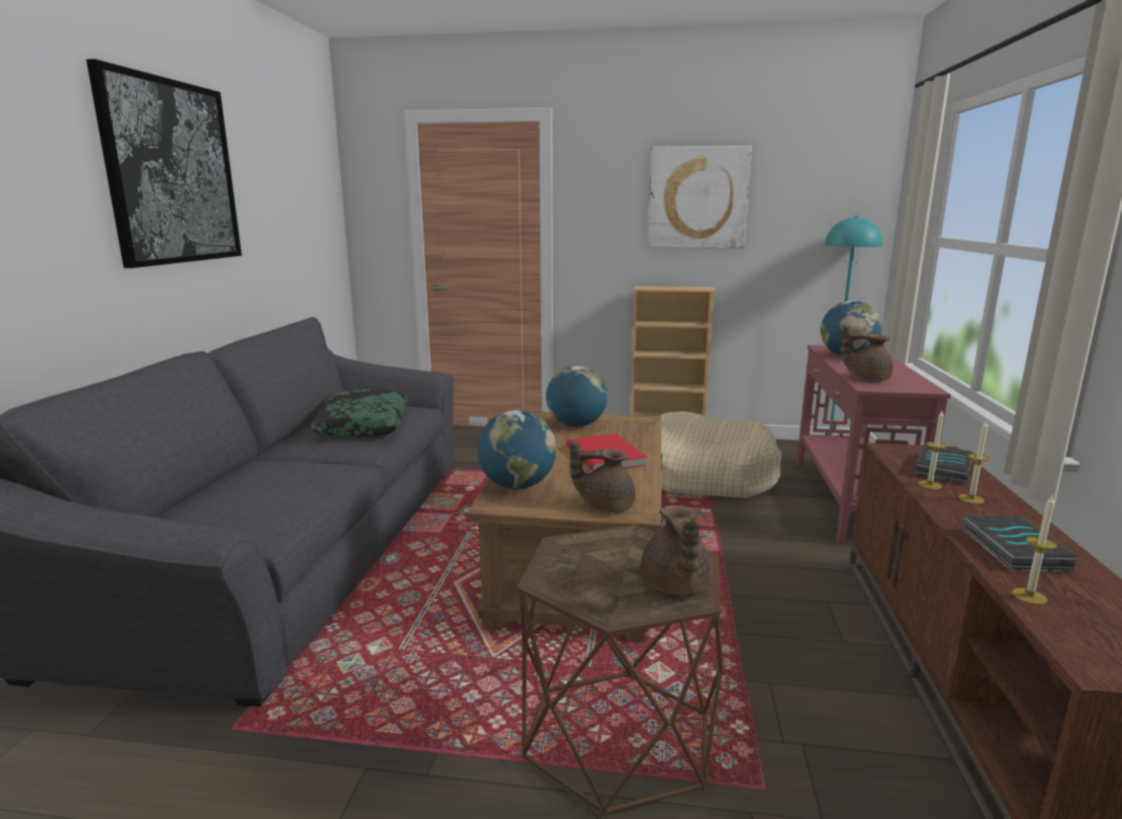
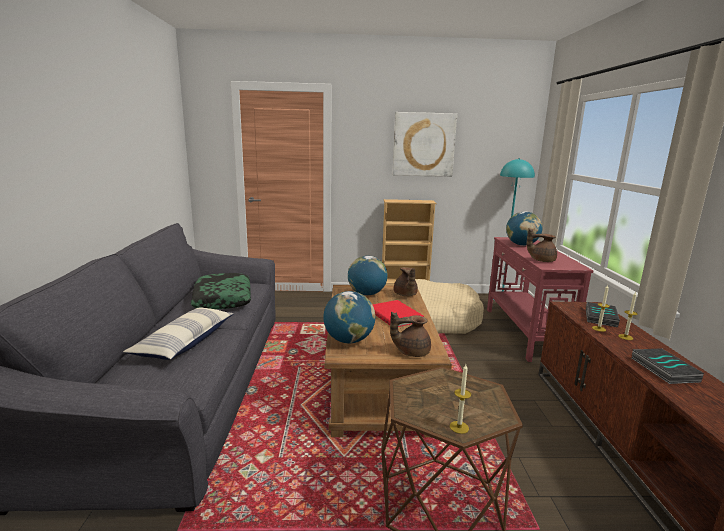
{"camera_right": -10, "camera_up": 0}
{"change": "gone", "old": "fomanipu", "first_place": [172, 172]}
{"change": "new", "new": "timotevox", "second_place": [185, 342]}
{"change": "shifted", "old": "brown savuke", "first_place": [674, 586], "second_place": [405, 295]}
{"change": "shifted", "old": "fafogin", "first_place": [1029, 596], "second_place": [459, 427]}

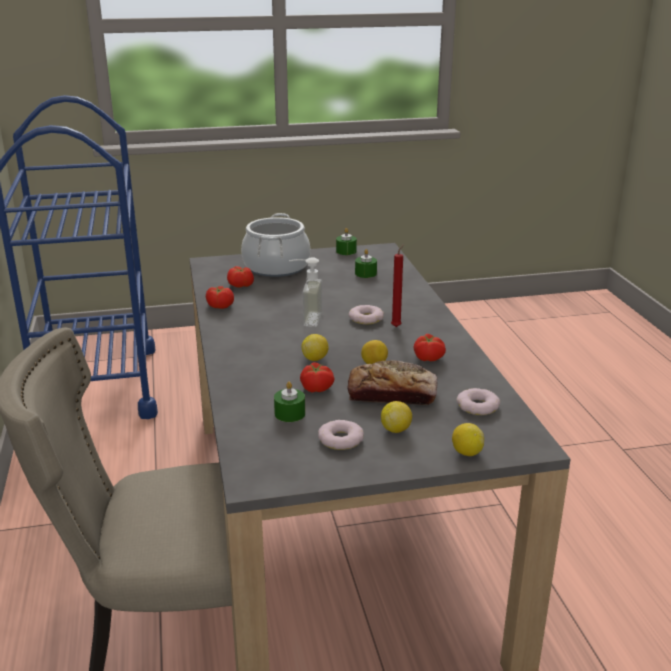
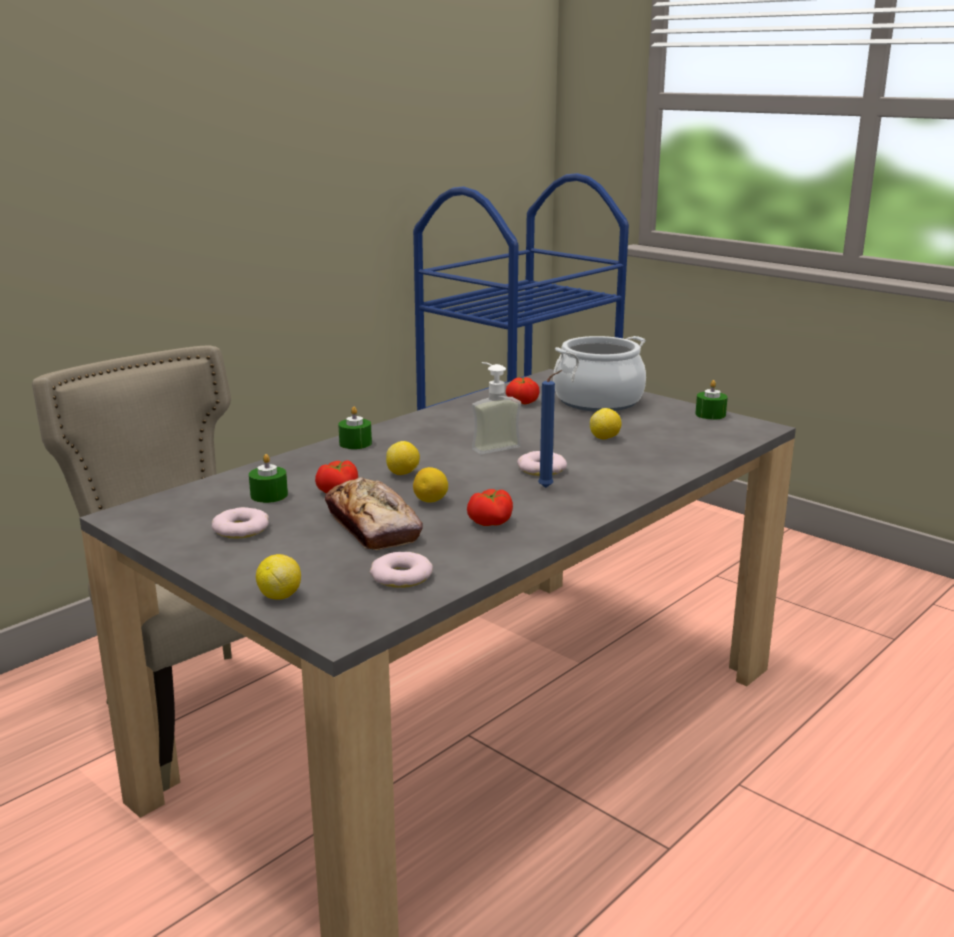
{"camera_right": 55, "camera_up": -5}
{"change": "gone", "old": "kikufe", "first_place": [220, 306]}
{"change": "shifted", "old": "green fafogin", "first_place": [365, 273], "second_place": [355, 443]}
{"change": "shifted", "old": "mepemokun", "first_place": [396, 429], "second_place": [605, 438]}
{"change": "repainted", "old": "red fafogin", "new": "blue fafogin", "first_place": [397, 326], "second_place": [548, 487]}

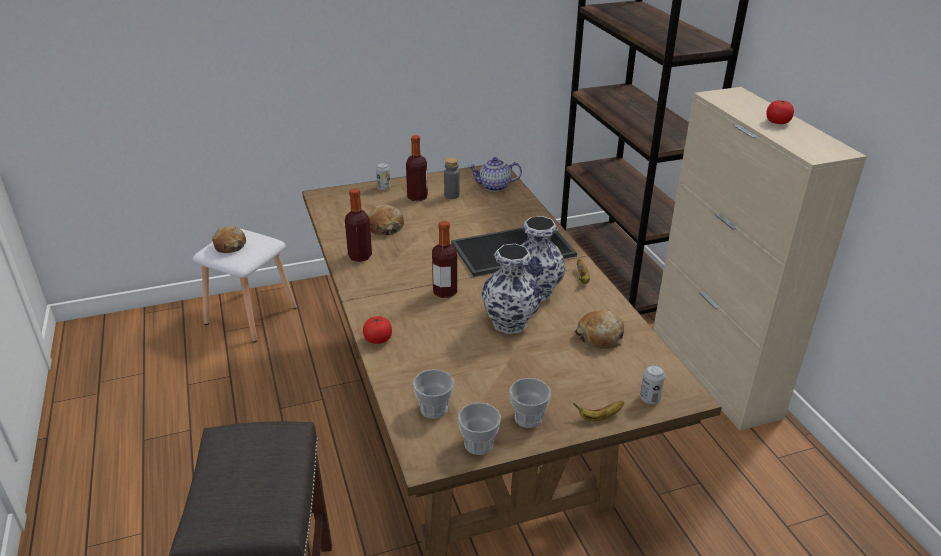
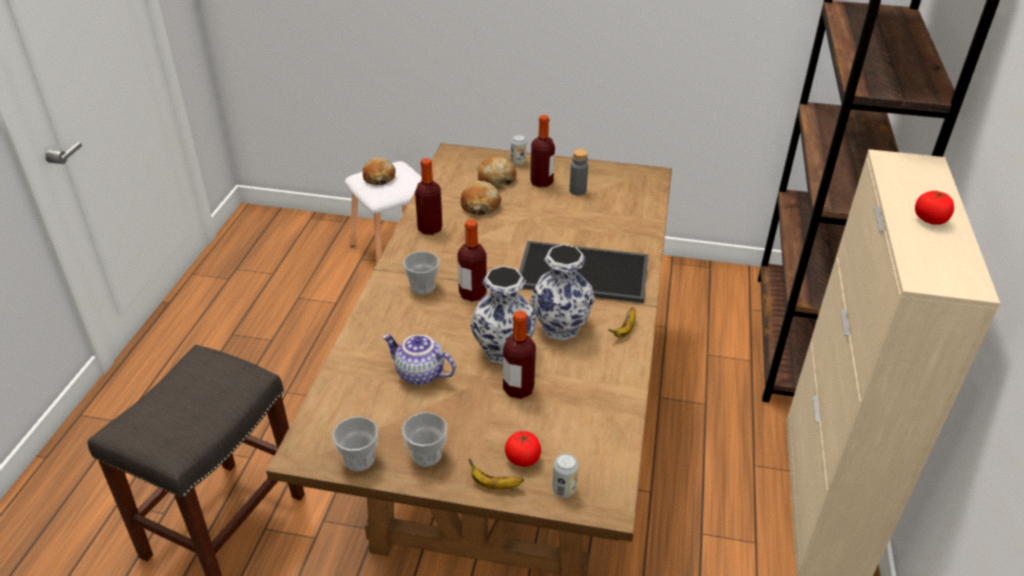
{"camera_right": 30, "camera_up": 5}
{"change": "new", "new": "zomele", "second_place": [518, 389]}
{"change": "shifted", "old": "kikufe", "first_place": [378, 339], "second_place": [522, 458]}
{"change": "shifted", "old": "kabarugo", "first_place": [434, 409], "second_place": [422, 287]}
{"change": "shifted", "old": "savuke", "first_place": [494, 187], "second_place": [419, 374]}
{"change": "shifted", "old": "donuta", "first_place": [600, 337], "second_place": [496, 179]}

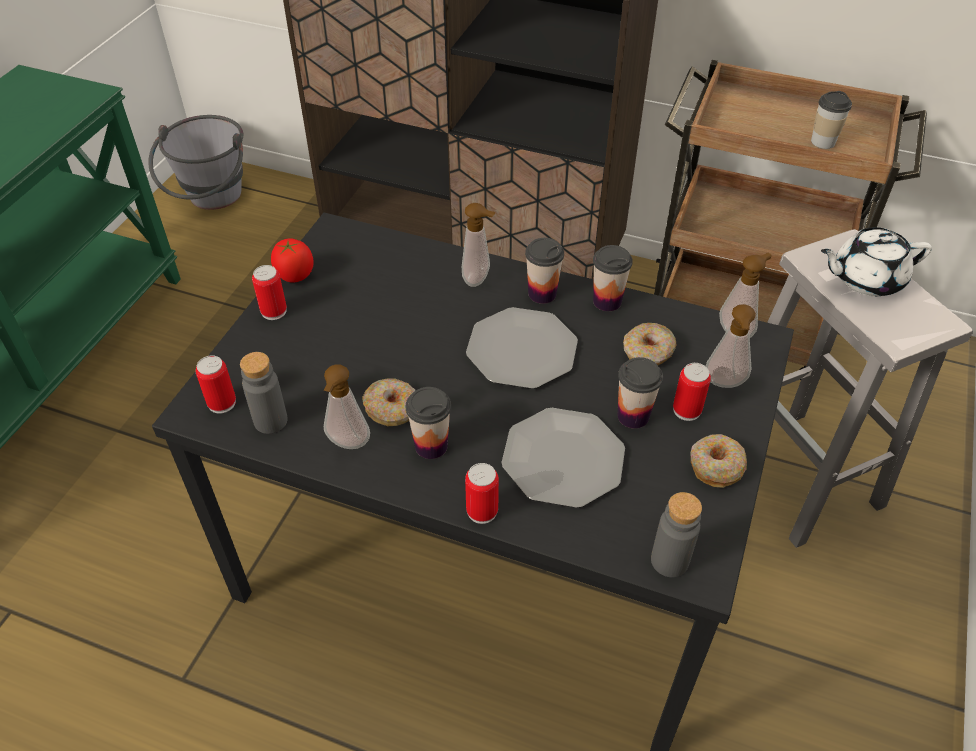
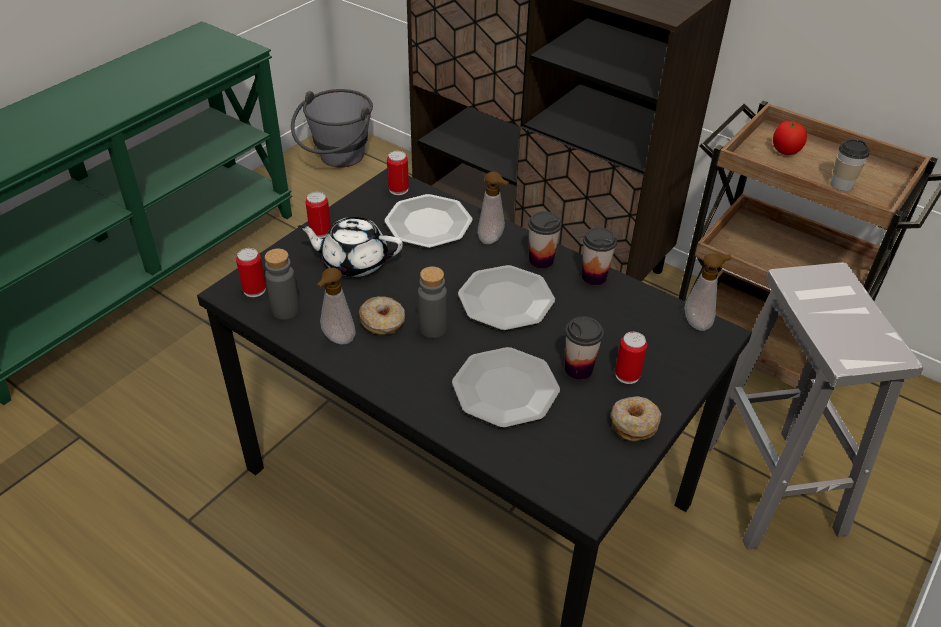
{"camera_right": 15, "camera_up": -5}
{"change": "gone", "old": "kabarugo", "first_place": [431, 446]}
{"change": "gone", "old": "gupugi", "first_place": [648, 352]}
{"change": "gone", "old": "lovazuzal", "first_place": [724, 384]}
{"change": "new", "new": "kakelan", "second_place": [428, 223]}
{"change": "shifted", "old": "kikufe", "first_place": [294, 276], "second_place": [785, 151]}
{"change": "shifted", "old": "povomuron", "first_place": [482, 511], "second_place": [398, 189]}
{"change": "shifted", "old": "grey zomele", "first_place": [669, 561], "second_place": [432, 328]}
{"change": "shifted", "old": "white savuke", "first_place": [865, 279], "second_place": [354, 262]}

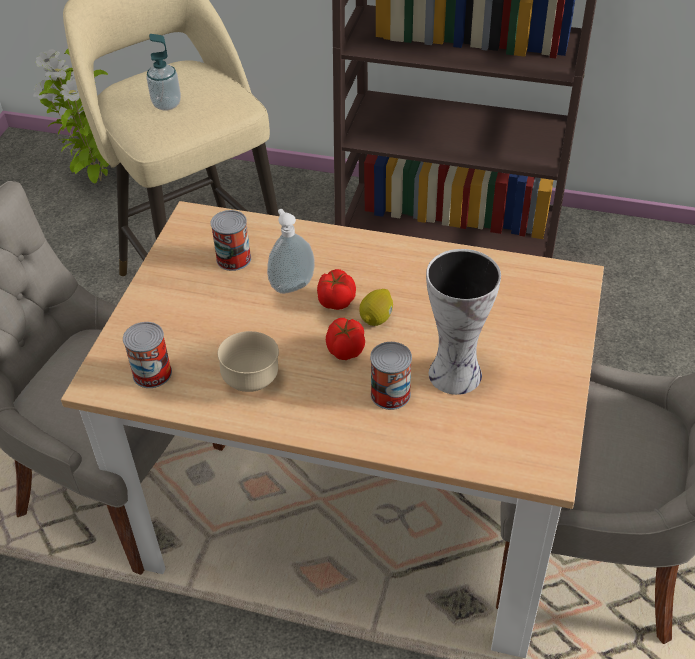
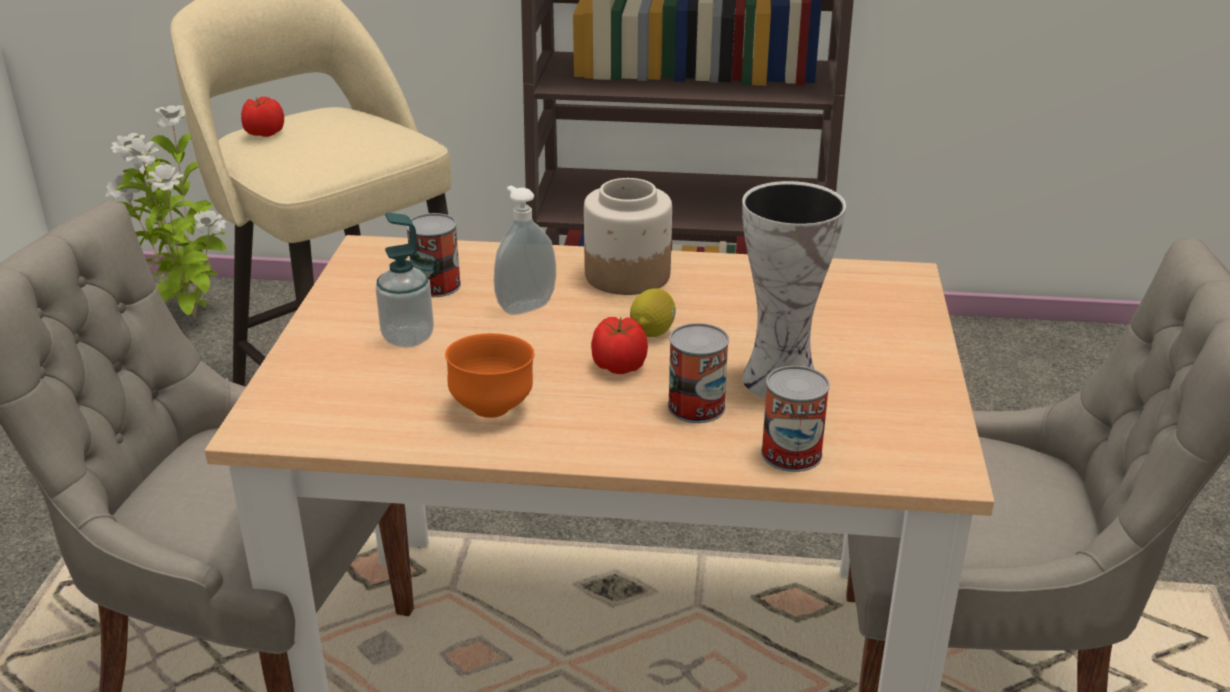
{"camera_right": -10, "camera_up": -15}
{"change": "new", "new": "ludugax", "second_place": [626, 275]}
{"change": "shifted", "old": "povomuron", "first_place": [152, 373], "second_place": [791, 453]}
{"change": "shifted", "old": "lovazuzal", "first_place": [167, 104], "second_place": [408, 338]}
{"change": "shifted", "old": "kikufe", "first_place": [335, 301], "second_place": [263, 133]}
{"change": "repainted", "old": "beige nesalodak", "new": "orange nesalodak", "first_place": [252, 382], "second_place": [493, 408]}

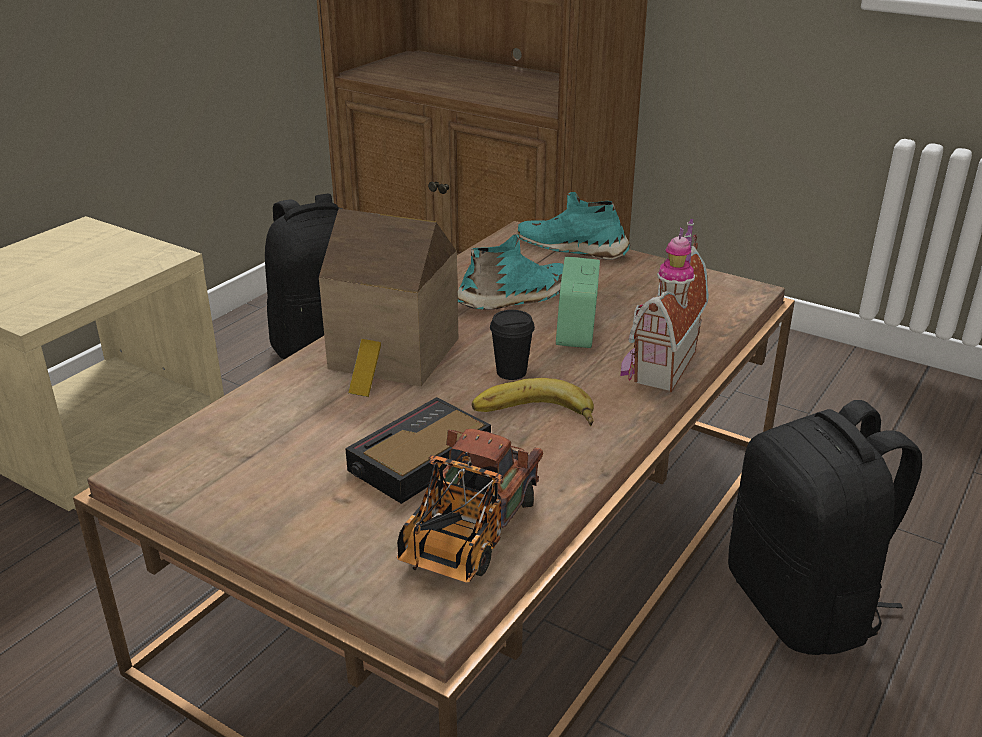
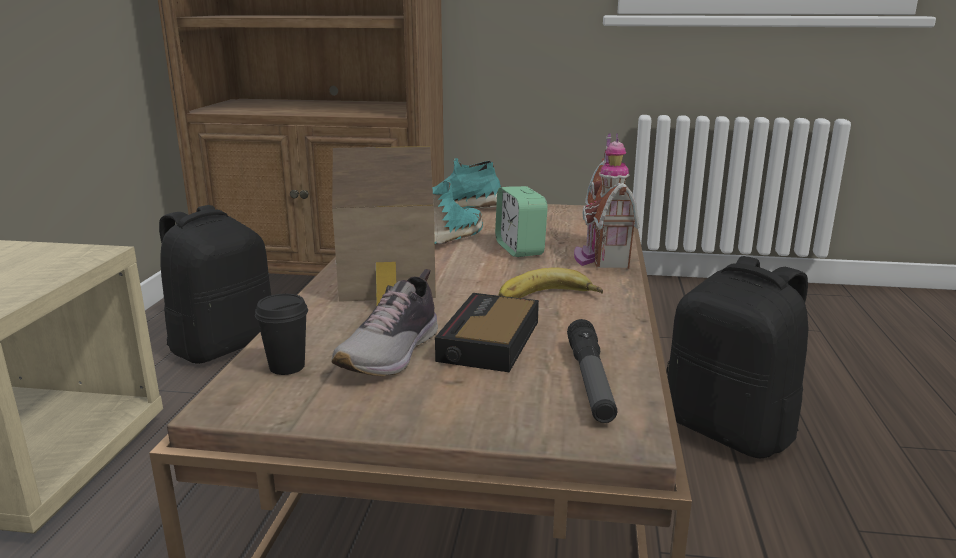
{"camera_right": -25, "camera_up": -10}
{"change": "new", "new": "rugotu", "second_place": [392, 353]}
{"change": "shifted", "old": "black kabarugo", "first_place": [511, 372], "second_place": [287, 367]}
{"change": "swapped", "old": "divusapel", "new": "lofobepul", "first_place": [466, 538], "second_place": [590, 381]}

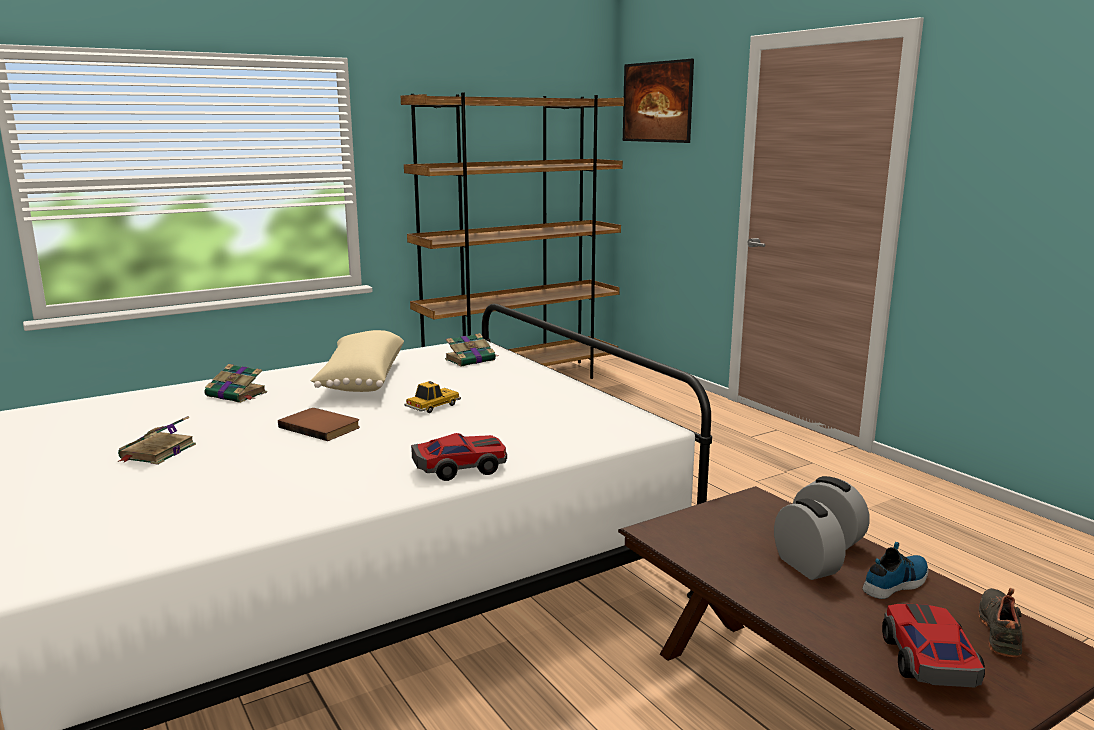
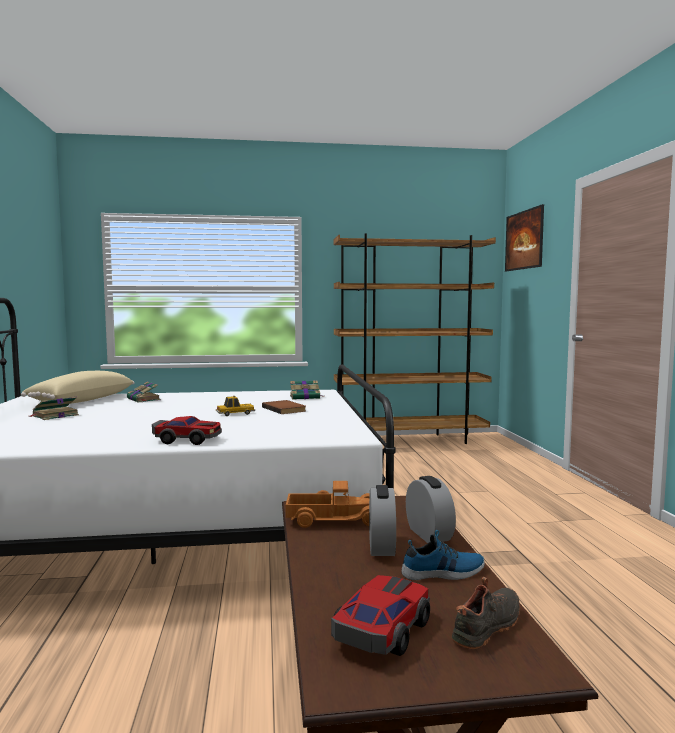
{"camera_right": 25, "camera_up": -10}
{"change": "new", "new": "divusapel", "second_place": [333, 519]}
{"change": "shifted", "old": "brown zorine", "first_place": [321, 426], "second_place": [285, 409]}
{"change": "shifted", "old": "beige timotevox", "first_place": [361, 380], "second_place": [81, 401]}

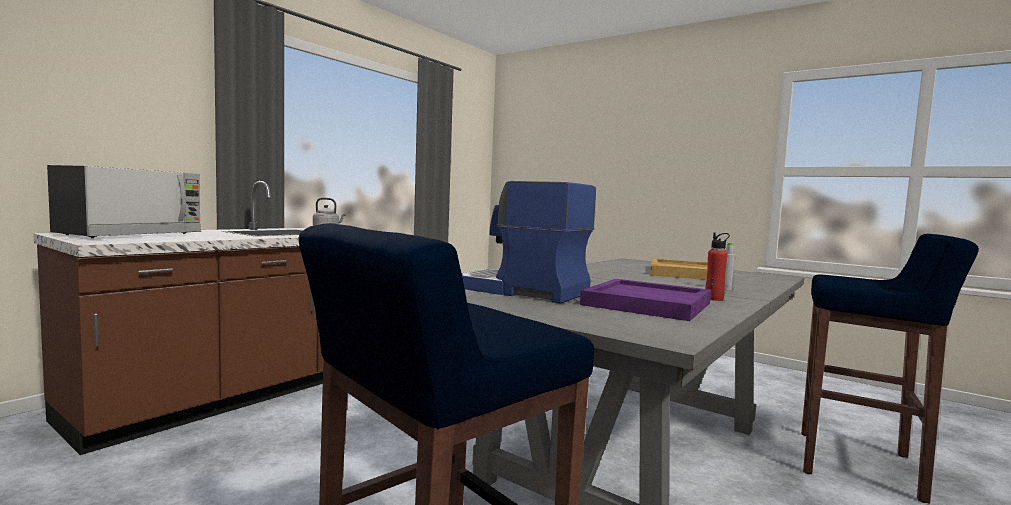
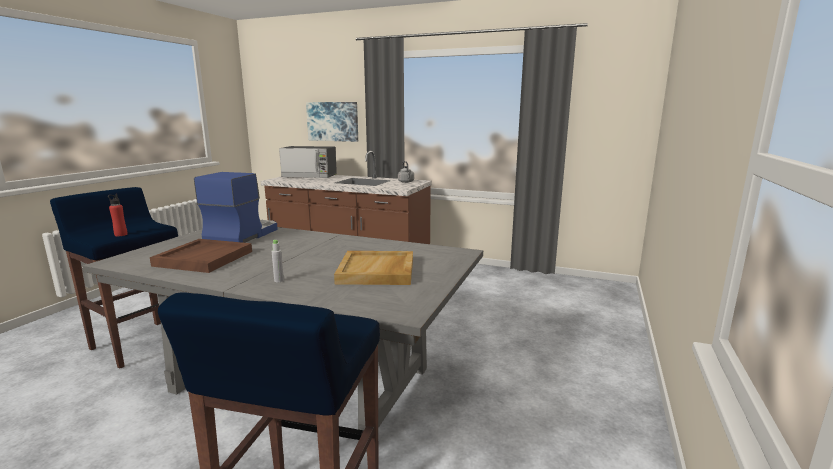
{"camera_right": 75, "camera_up": 10}
{"change": "new", "new": "fomanipu", "second_place": [333, 121]}
{"change": "shifted", "old": "red zomele", "first_place": [714, 299], "second_place": [121, 234]}
{"change": "repainted", "old": "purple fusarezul", "new": "brown fusarezul", "first_place": [645, 304], "second_place": [204, 258]}

